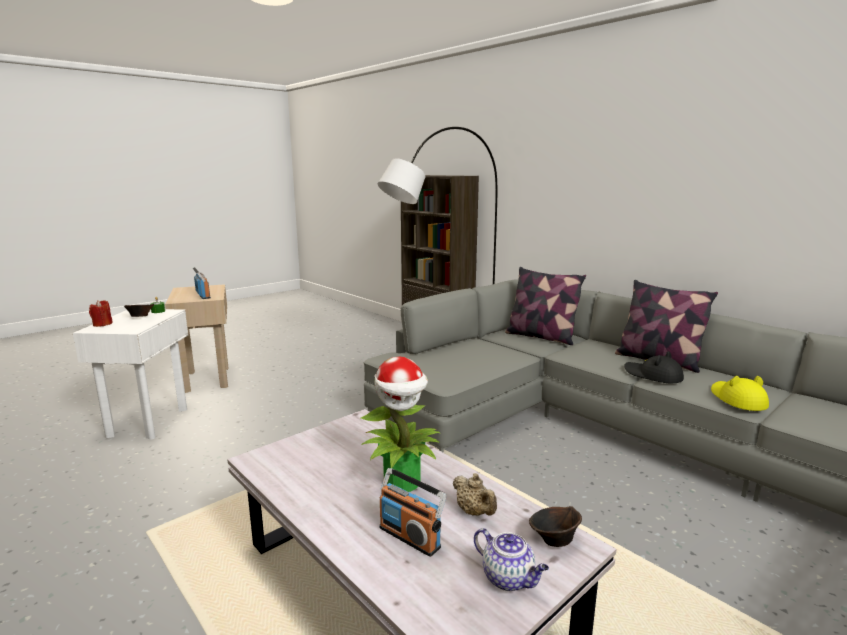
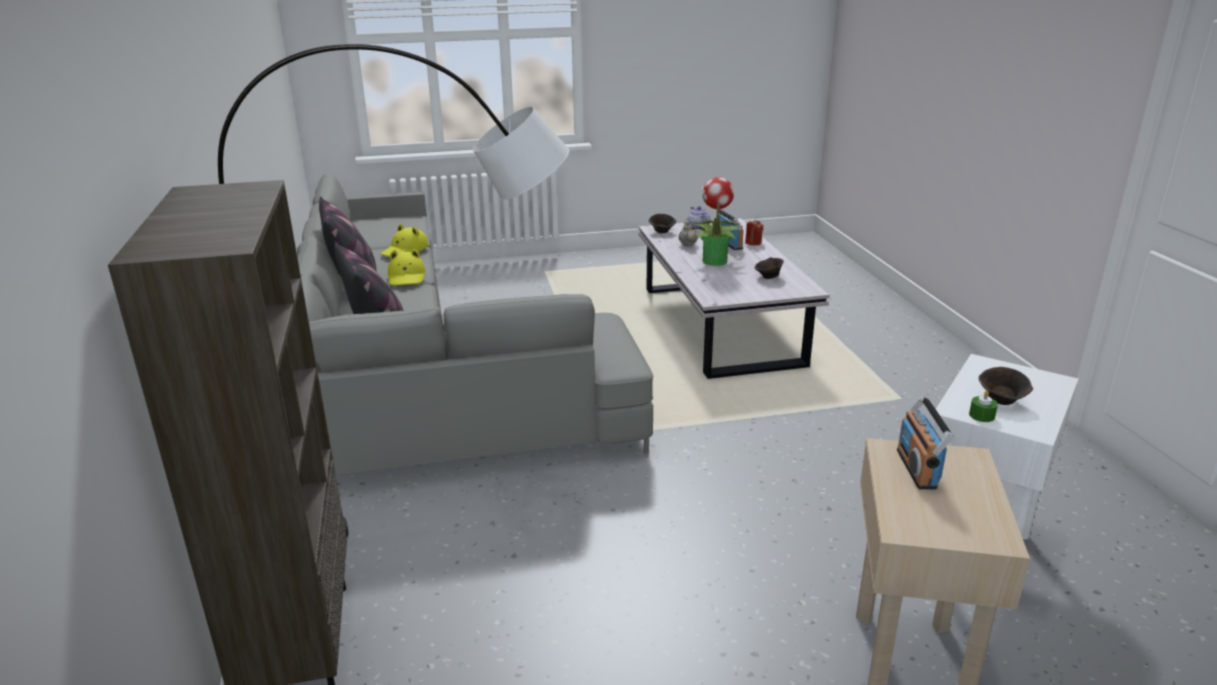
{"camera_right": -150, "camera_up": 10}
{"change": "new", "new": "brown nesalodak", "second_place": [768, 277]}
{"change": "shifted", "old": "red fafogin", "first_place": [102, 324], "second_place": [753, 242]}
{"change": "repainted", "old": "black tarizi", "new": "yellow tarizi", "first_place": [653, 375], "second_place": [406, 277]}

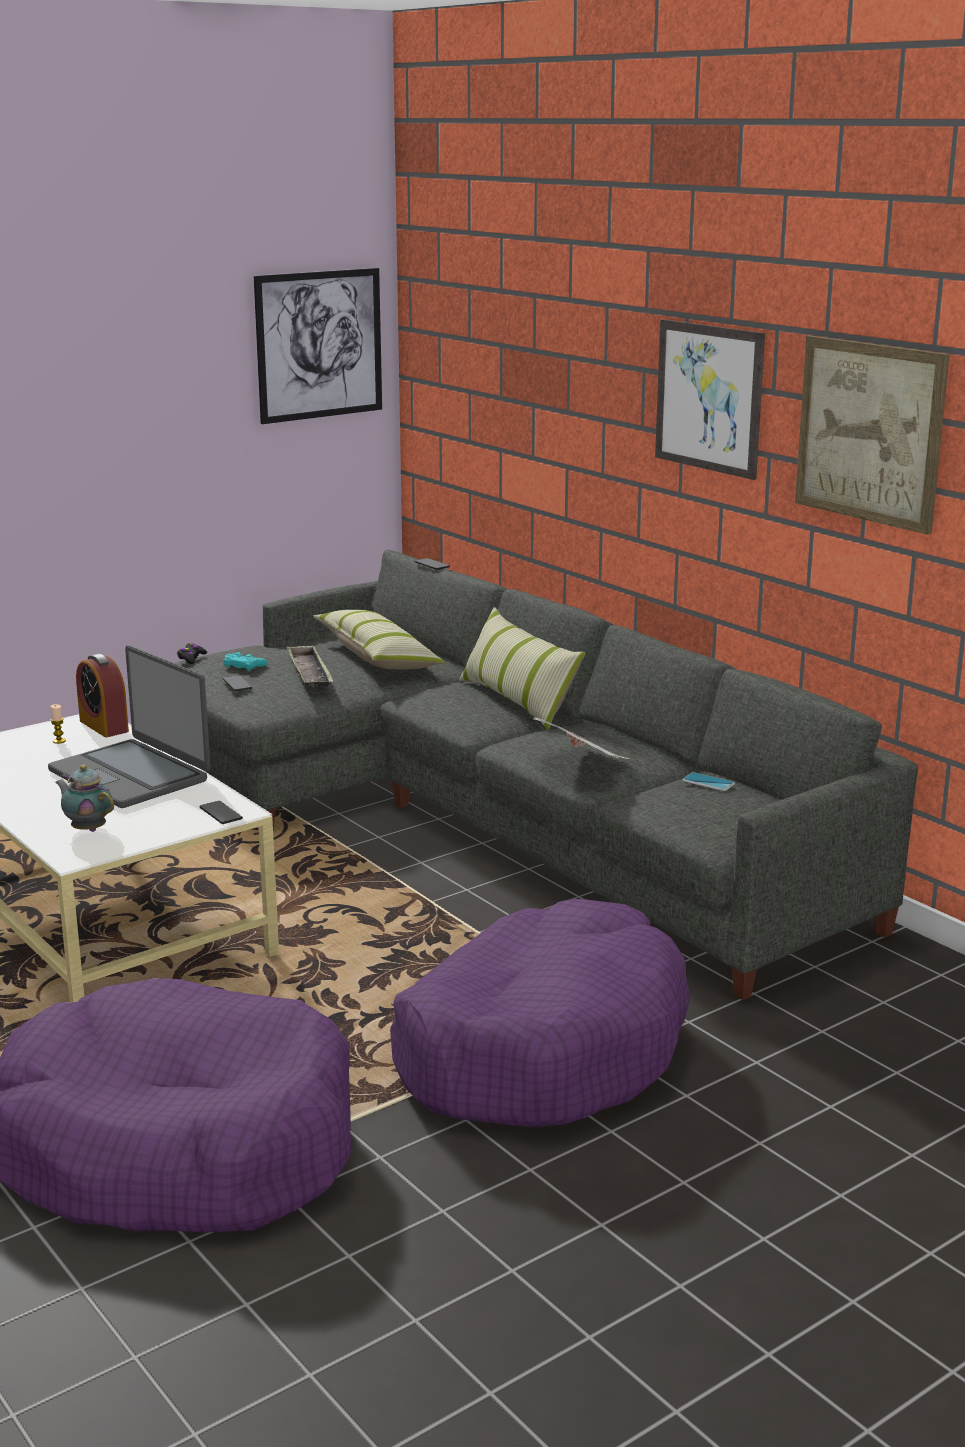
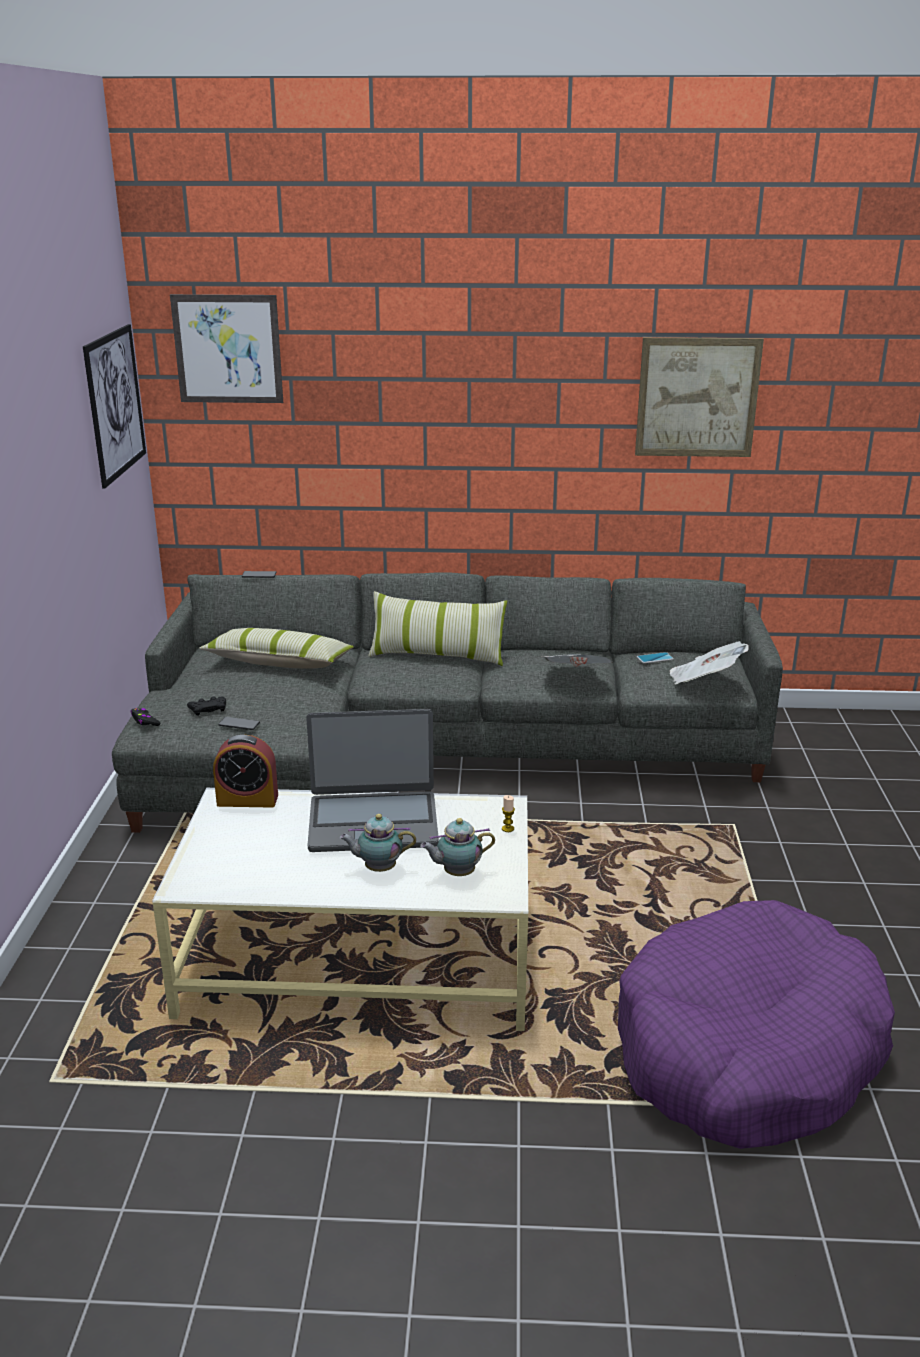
{"camera_right": -50, "camera_up": 5}
{"change": "gone", "old": "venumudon", "first_place": [221, 813]}
{"change": "gone", "old": "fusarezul", "first_place": [309, 673]}
{"change": "gone", "old": "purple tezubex", "first_place": [541, 1048]}
{"change": "new", "new": "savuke", "second_place": [378, 868]}
{"change": "new", "new": "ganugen", "second_place": [704, 681]}
{"change": "shifted", "old": "fafogin", "first_place": [59, 741], "second_place": [508, 828]}
{"change": "shifted", "old": "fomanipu", "first_place": [708, 398], "second_place": [228, 349]}
{"change": "repainted", "old": "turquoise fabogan", "new": "black fabogan", "first_place": [244, 666], "second_place": [208, 708]}

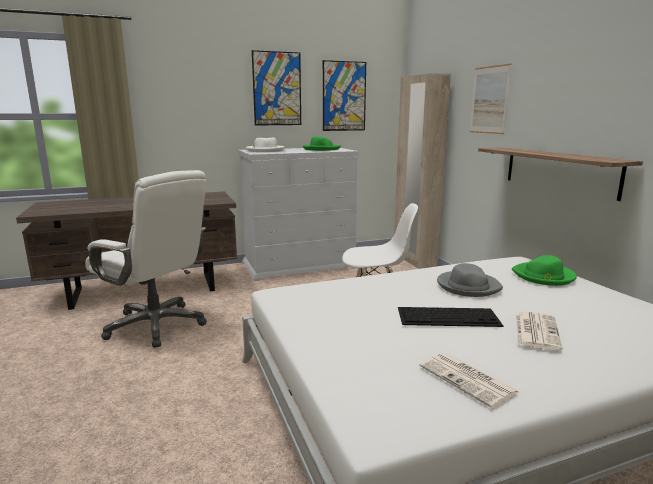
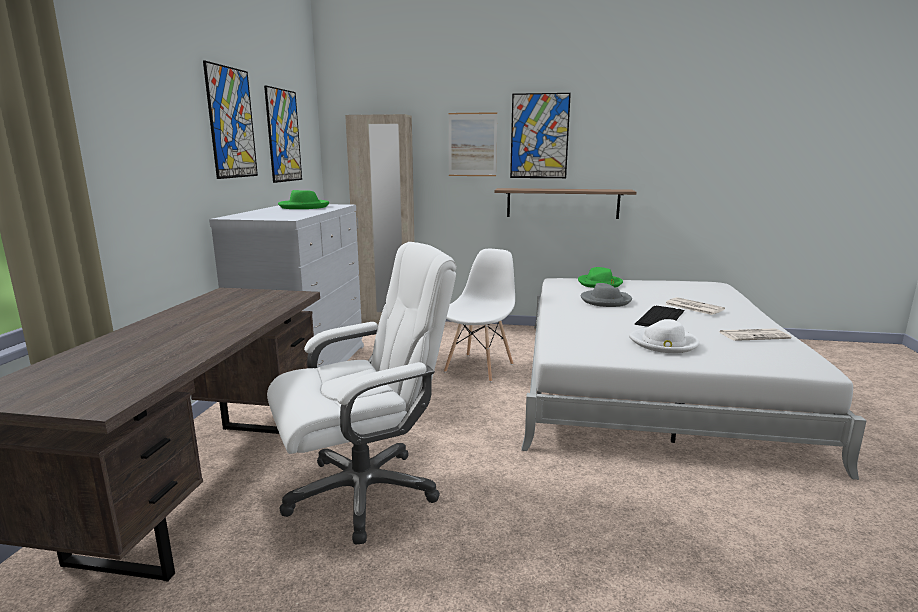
{"camera_right": -60, "camera_up": 0}
{"change": "new", "new": "fomanipu", "second_place": [539, 136]}
{"change": "shifted", "old": "white tarizi", "first_place": [265, 150], "second_place": [664, 343]}

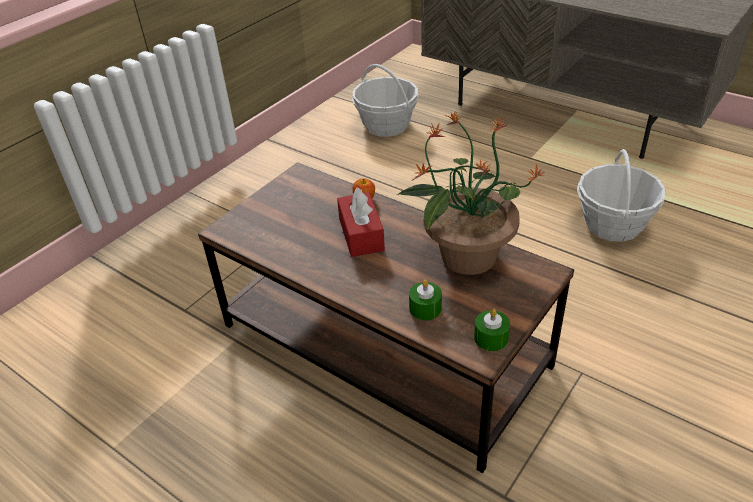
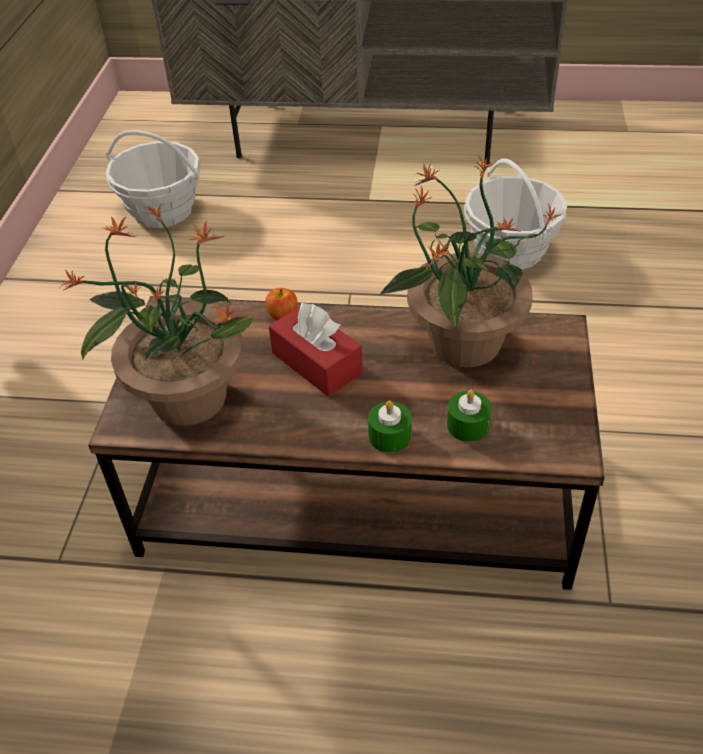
{"camera_right": -30, "camera_up": 5}
{"change": "new", "new": "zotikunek", "second_place": [187, 397]}
{"change": "shifted", "old": "green fafogin", "first_place": [491, 338], "second_place": [389, 436]}

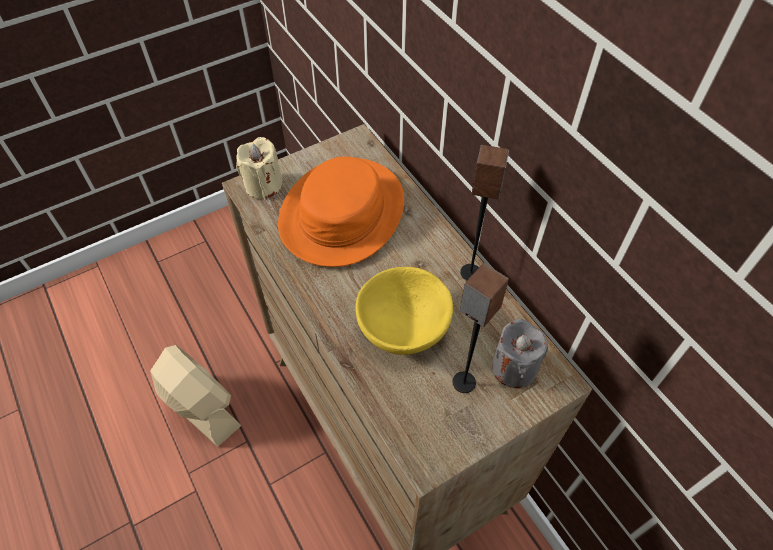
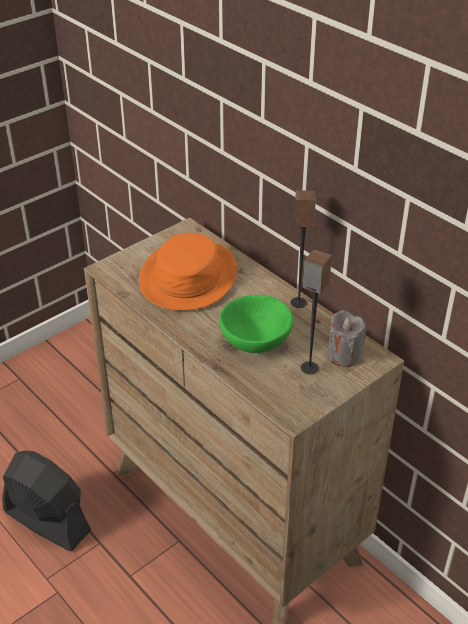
{"camera_right": -10, "camera_up": -15}
{"change": "gone", "old": "beige fafogin", "first_place": [263, 185]}
{"change": "repainted", "old": "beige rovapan", "new": "black rovapan", "first_place": [201, 407], "second_place": [47, 520]}
{"change": "repainted", "old": "yellow nesalodak", "new": "green nesalodak", "first_place": [403, 328], "second_place": [256, 341]}

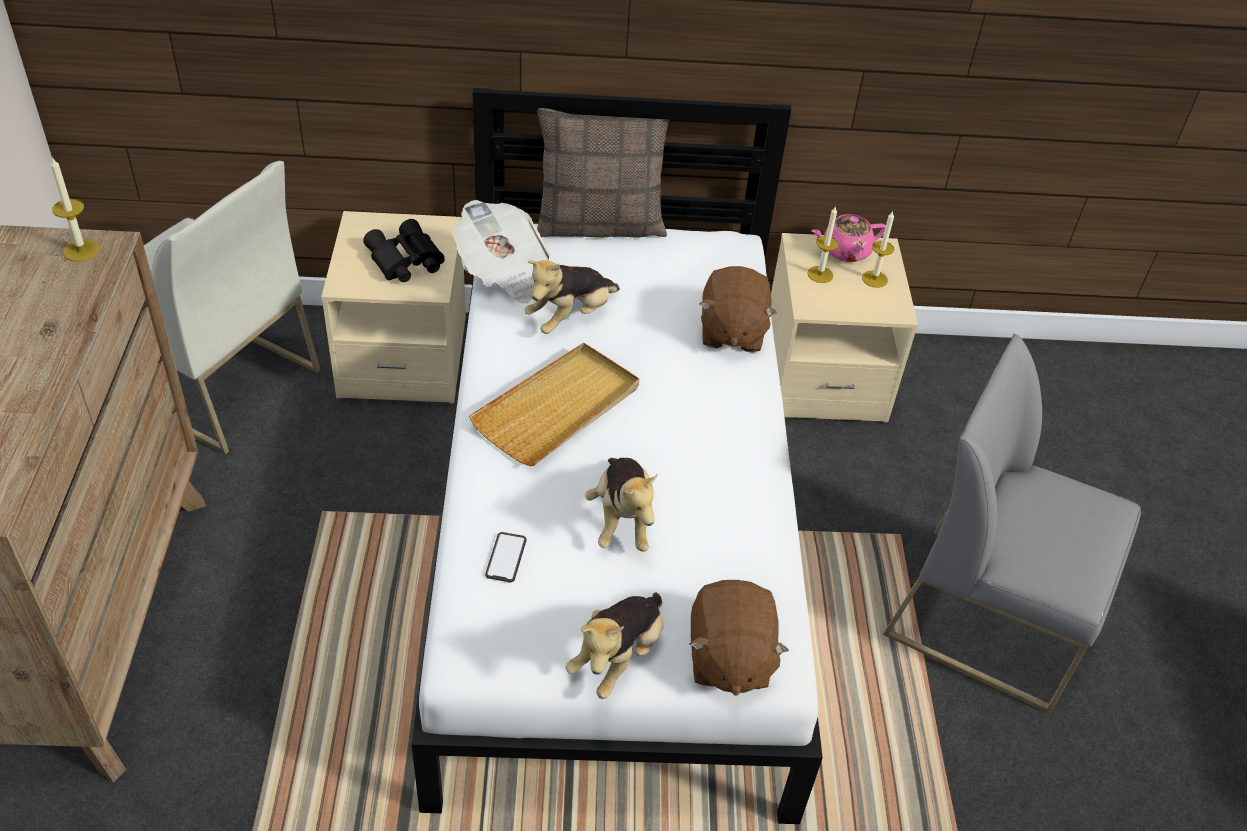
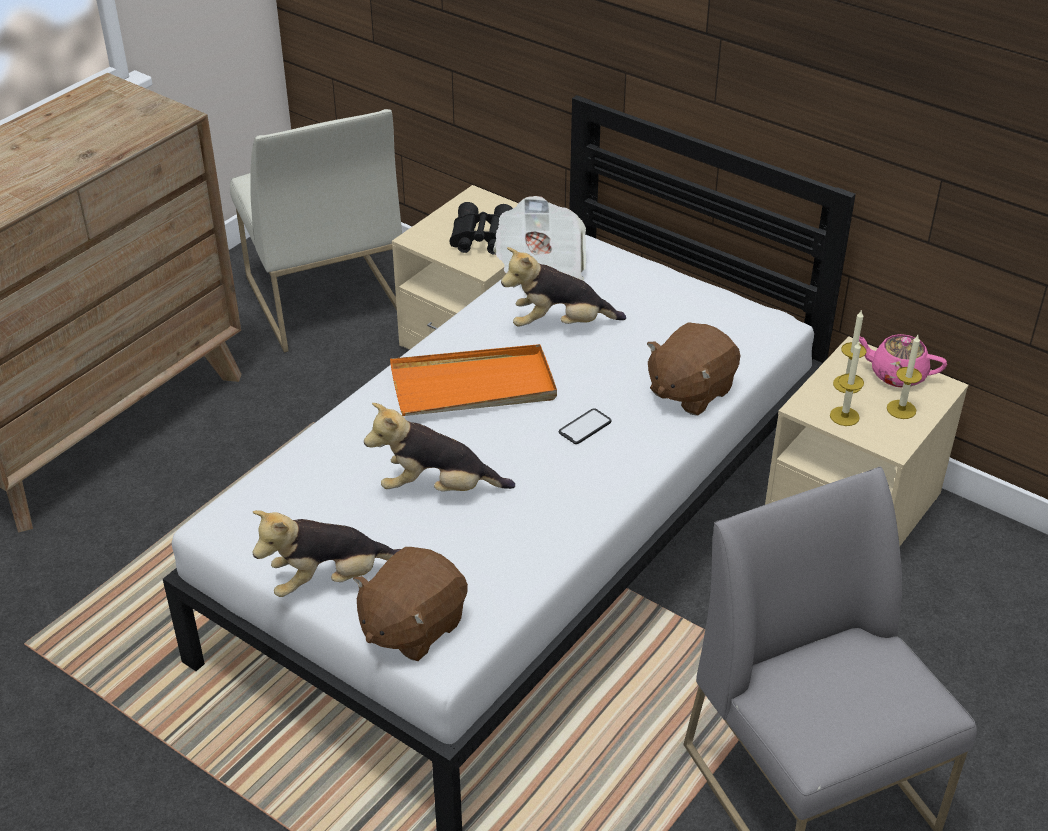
{"camera_right": 40, "camera_up": -5}
{"change": "gone", "old": "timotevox", "first_place": [600, 224]}
{"change": "shifted", "old": "fafogin", "first_place": [81, 250], "second_place": [844, 416]}
{"change": "shifted", "old": "venumudon", "first_place": [506, 558], "second_place": [585, 427]}
{"change": "repainted", "old": "beige fusarezul", "new": "orange fusarezul", "first_place": [558, 408], "second_place": [474, 386]}
{"change": "rotated", "old": "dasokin", "first_place": [622, 519], "second_place": [438, 488], "degrees": 60}

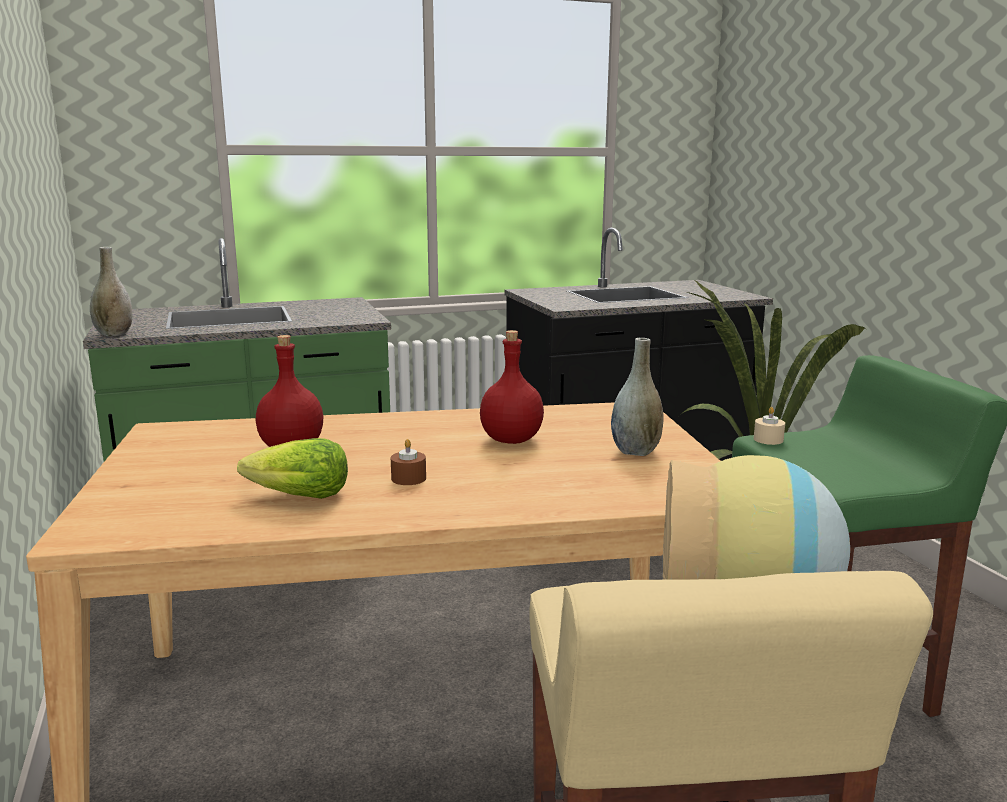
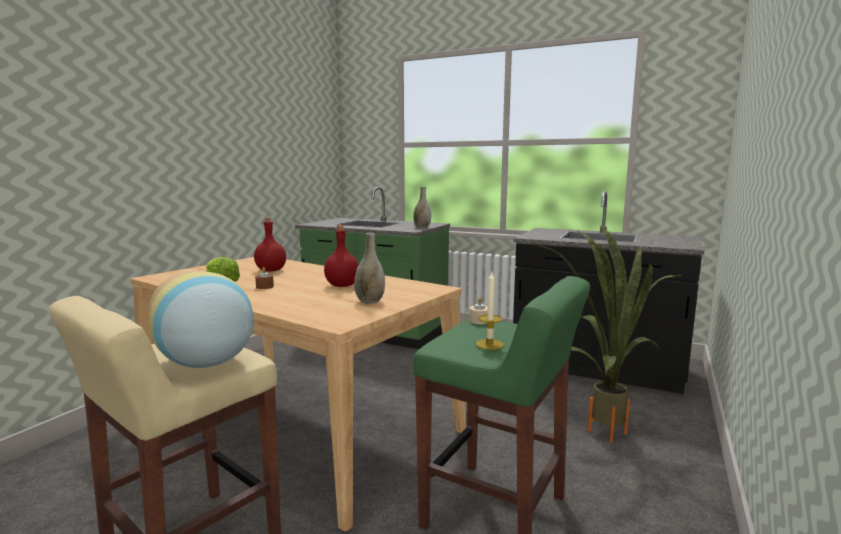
{"camera_right": 45, "camera_up": -5}
{"change": "new", "new": "fafogin", "second_place": [489, 344]}
{"change": "shifted", "old": "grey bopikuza", "first_place": [114, 334], "second_place": [422, 227]}

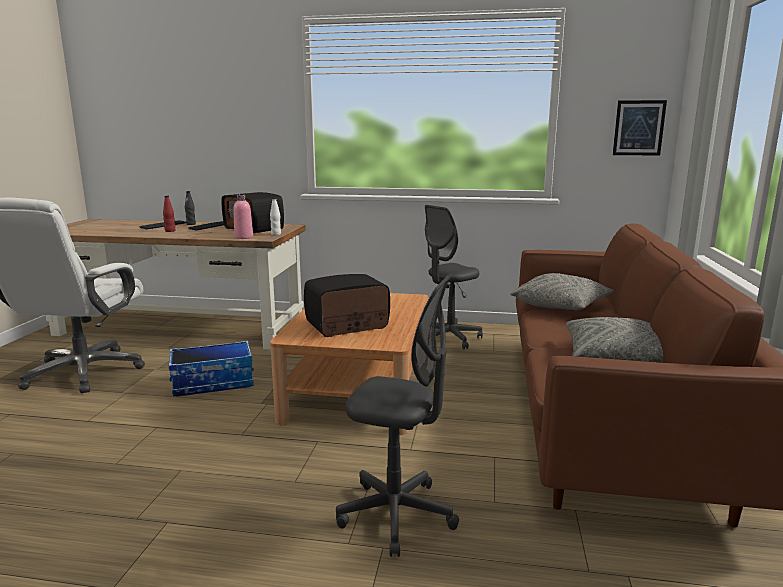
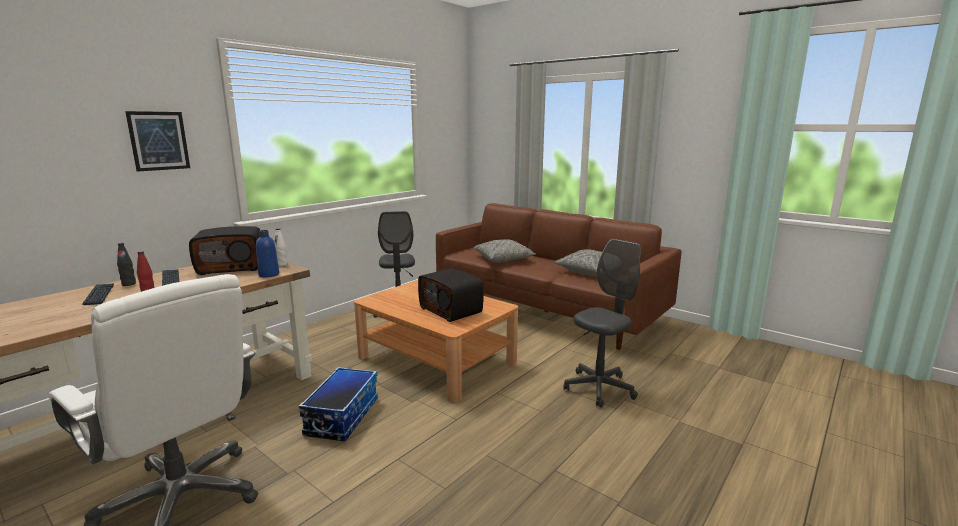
{"camera_right": -60, "camera_up": 0}
{"change": "shifted", "old": "fomanipu", "first_place": [639, 128], "second_place": [159, 141]}
{"change": "repainted", "old": "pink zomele", "new": "blue zomele", "first_place": [244, 237], "second_place": [269, 274]}
{"change": "rotated", "old": "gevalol", "first_place": [347, 326], "second_place": [452, 310], "degrees": -45}

